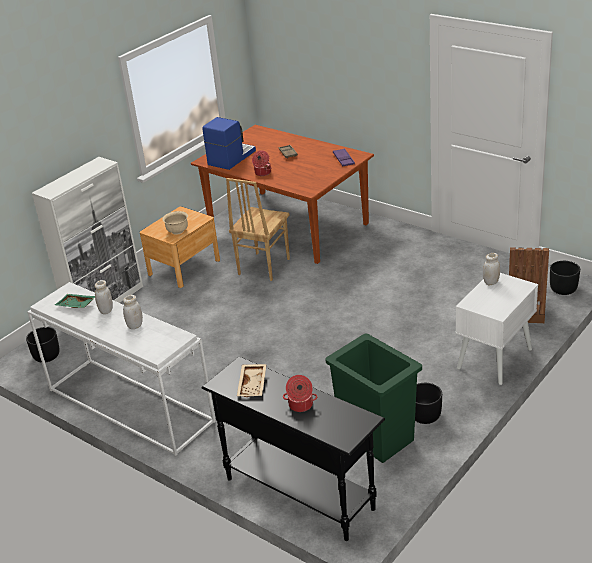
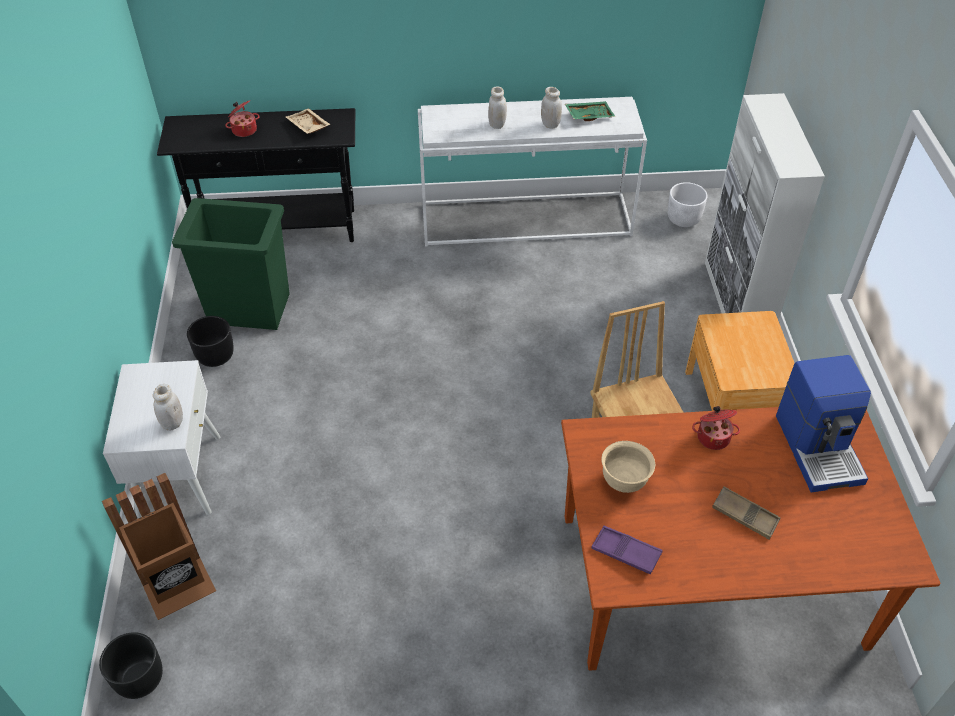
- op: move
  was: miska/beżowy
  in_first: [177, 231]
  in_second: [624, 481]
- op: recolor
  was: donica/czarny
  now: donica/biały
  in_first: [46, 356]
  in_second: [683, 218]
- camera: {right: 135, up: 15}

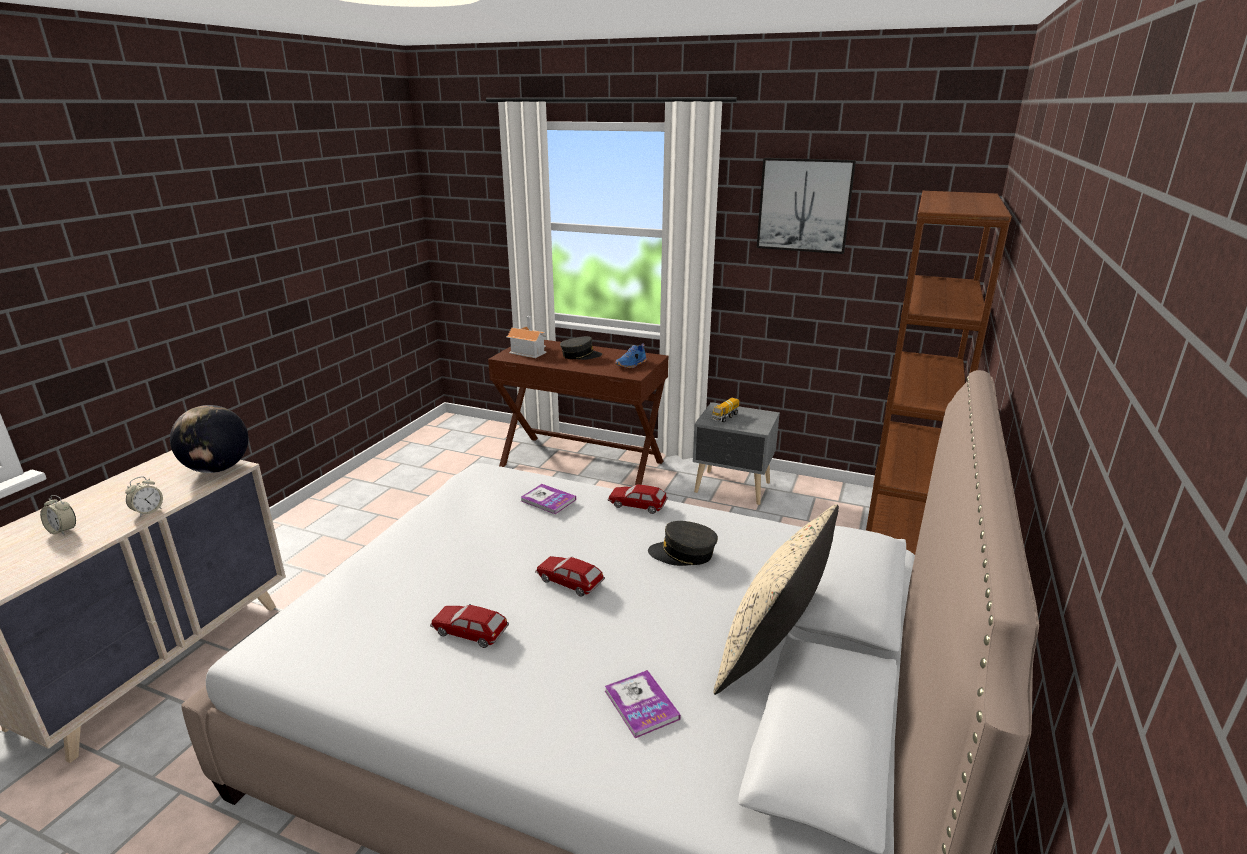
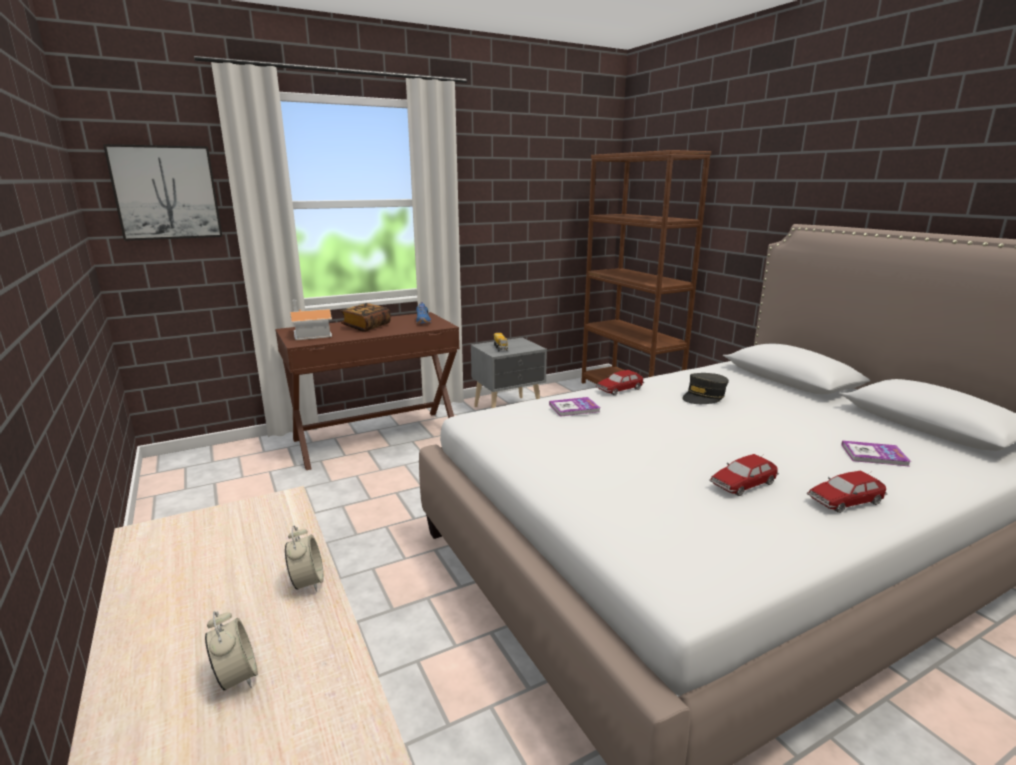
- op: move
  was: obraz
  in_first: [804, 205]
  in_second: [166, 193]
- op: rotate
  was: budzik
  in_first: [63, 531]
  in_second: [236, 677]
  clockwise: -90
- op: replace
  was: czapka z daszkiem/szary
  now: książka
  in_first: [580, 355]
  in_second: [366, 326]
- op: move
  was: samochodzik
  in_first: [569, 581]
  in_second: [844, 501]
- op: delete
  was: globus
  in_first: [217, 468]
- op: delete
  was: poduszka/beżowy
  in_first: [771, 653]
- camera: {right: -50, up: -5}

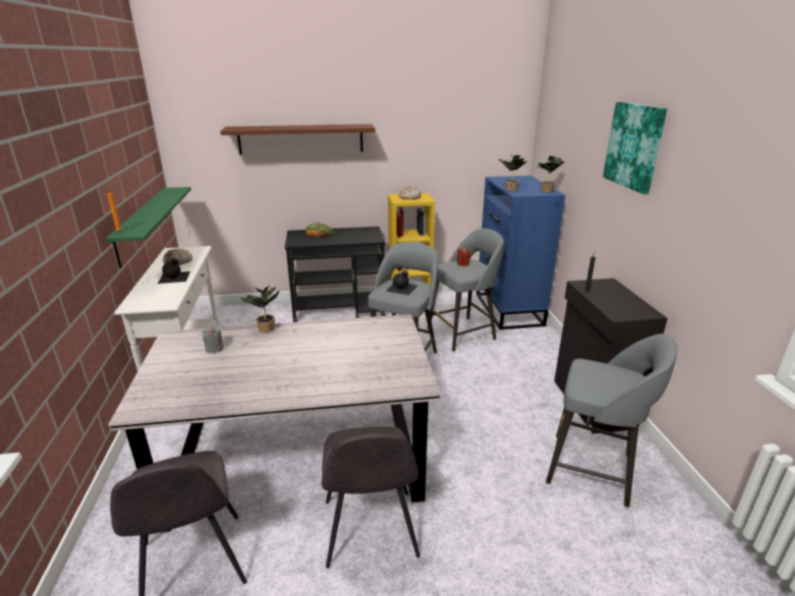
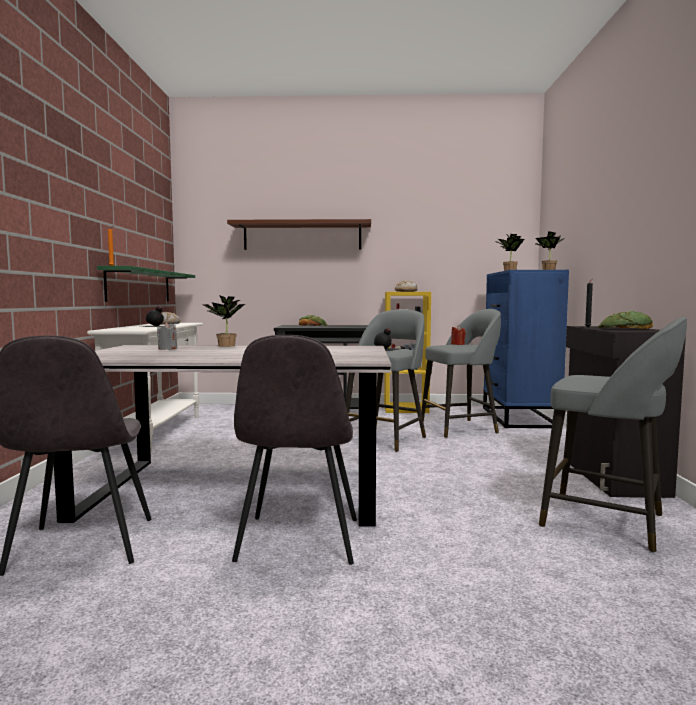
- op: insert
  now: chleb
  in_second: [625, 329]
- op: delete
  was: obraz
  in_first: [634, 146]
- camera: {right: 10, up: -20}

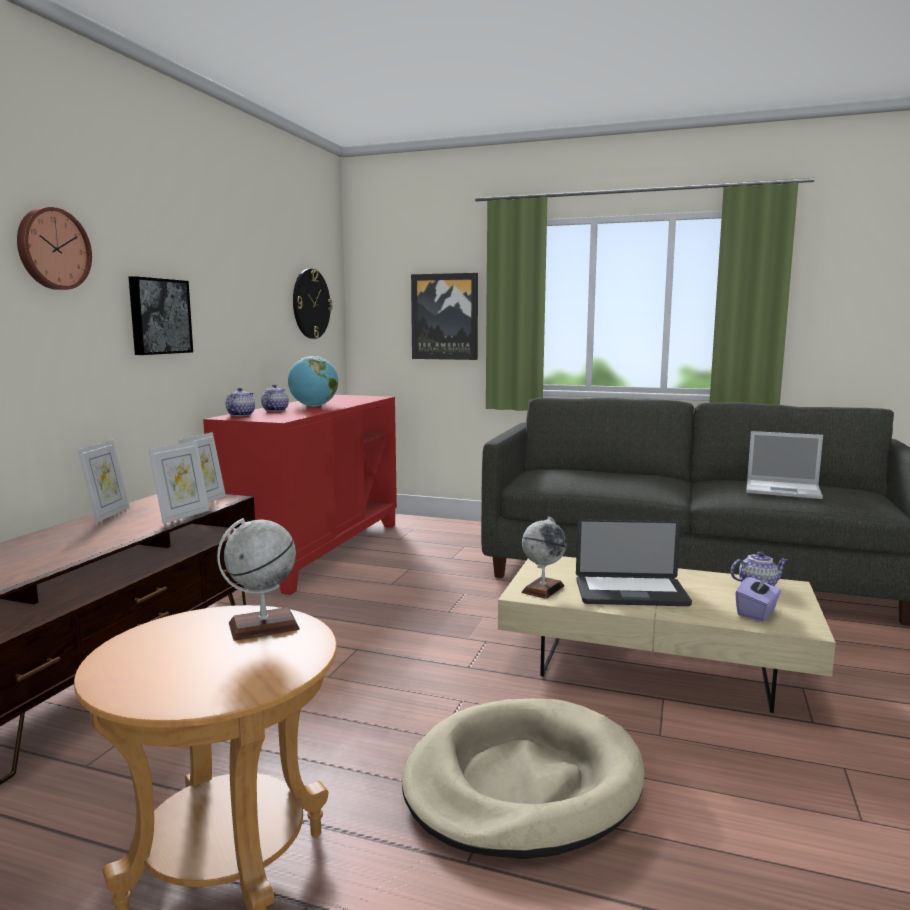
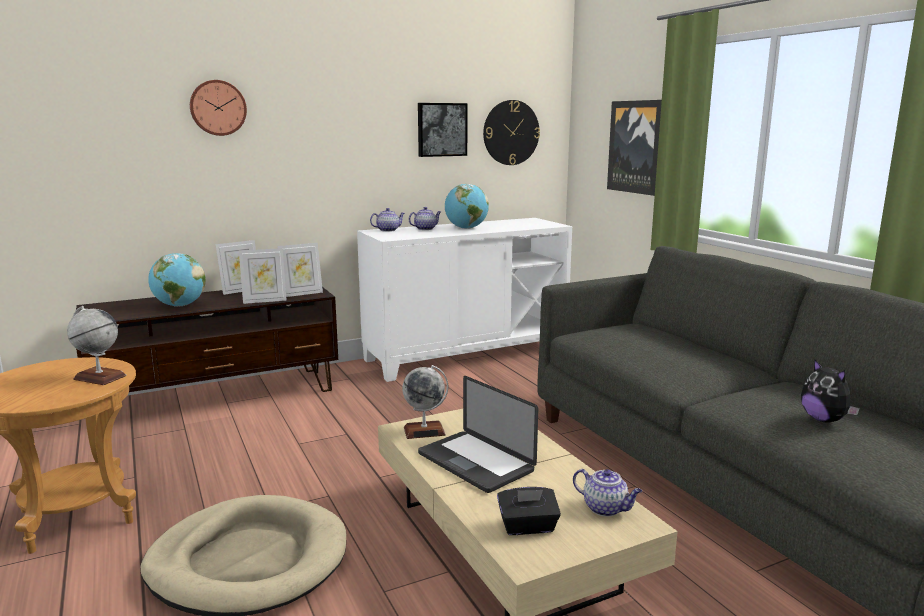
- op: insert
  now: globus
  in_second: [179, 305]
- op: recolor
  was: szafka/czerwony
  now: szafka/biały
  in_first: [316, 551]
  in_second: [466, 355]
- op: move
  was: obraz
  in_first: [159, 316]
  in_second: [441, 129]
- op: recolor
  was: pudełko chusteczek/fioletowy
  now: pudełko chusteczek/czarny
  in_first: [757, 612]
  in_second: [528, 527]
- op: replace
  was: laptop
  now: pluszak
  in_first: [784, 490]
  in_second: [824, 419]
- camera: {right: 45, up: 5}

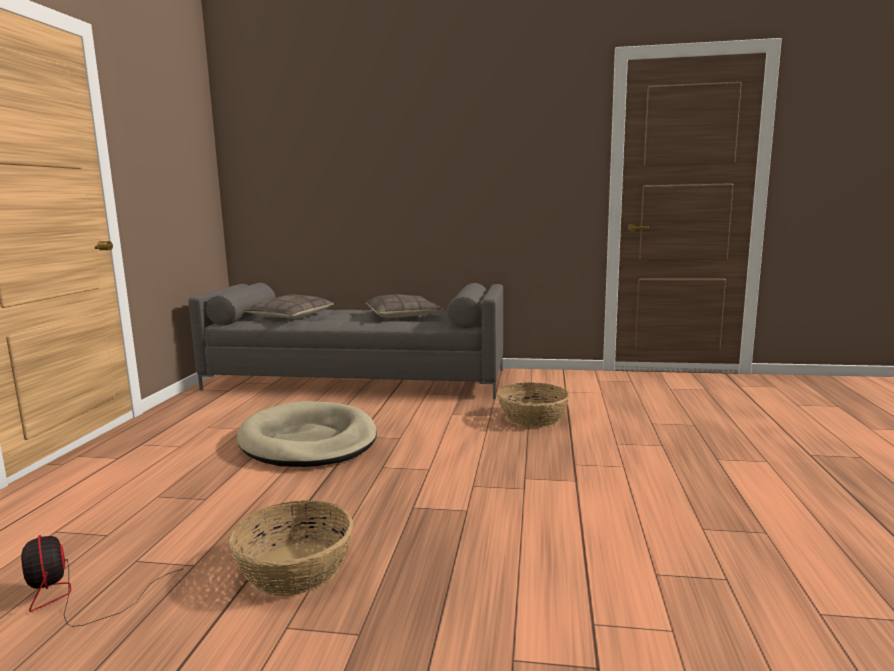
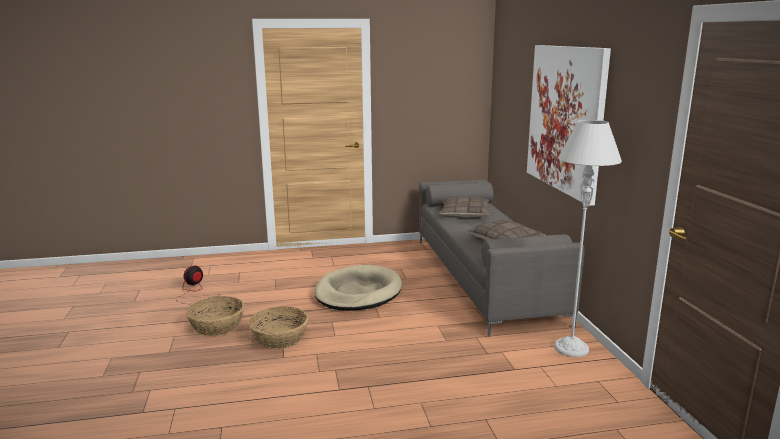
- op: move
  was: koszyk
  in_first: [533, 418]
  in_second: [279, 338]
- op: insert
  now: obraz
  in_second: [565, 119]
- op: insert
  now: lampa stojąca/szary
  in_second: [571, 348]
- camera: {right: 70, up: 5}

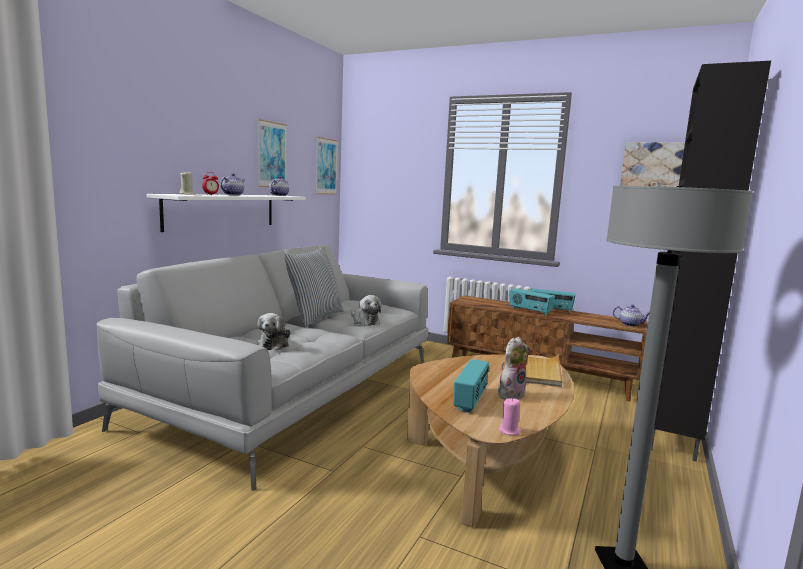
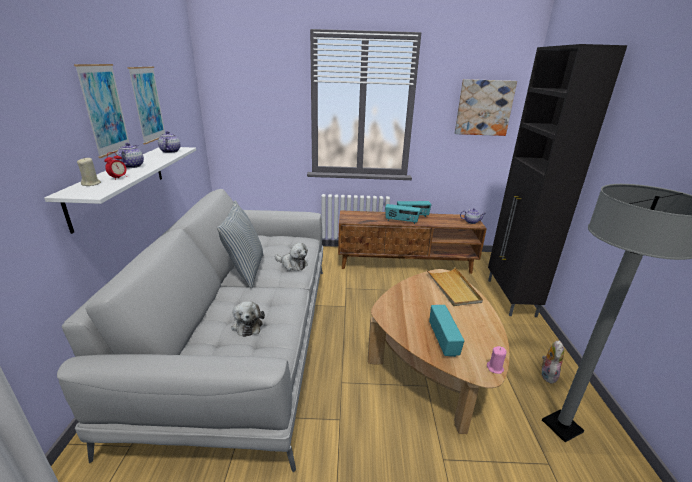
- op: move
  was: obraz
  in_first: [326, 166]
  in_second: [104, 110]
- op: move
  was: pluszak
  in_first: [510, 394]
  in_second: [547, 374]
- camera: {right: -25, up: 15}

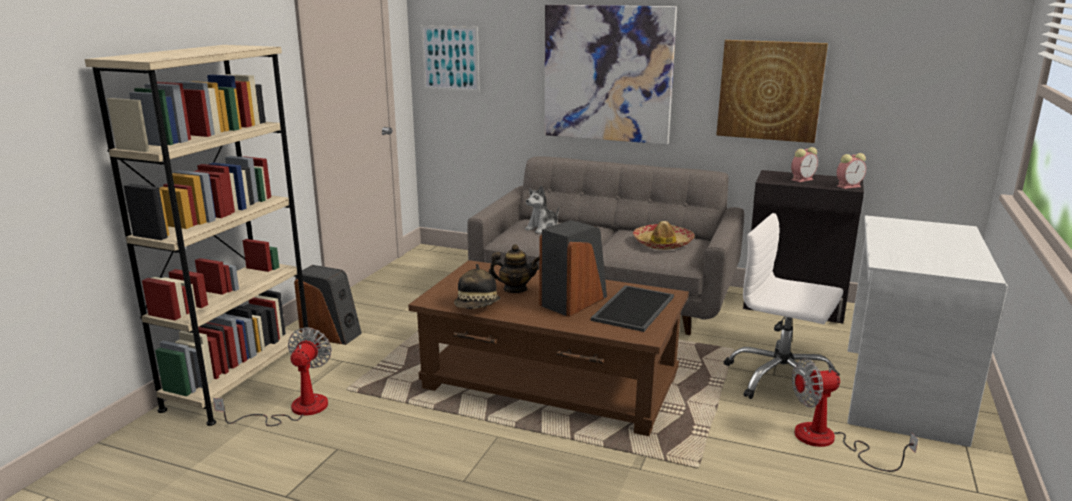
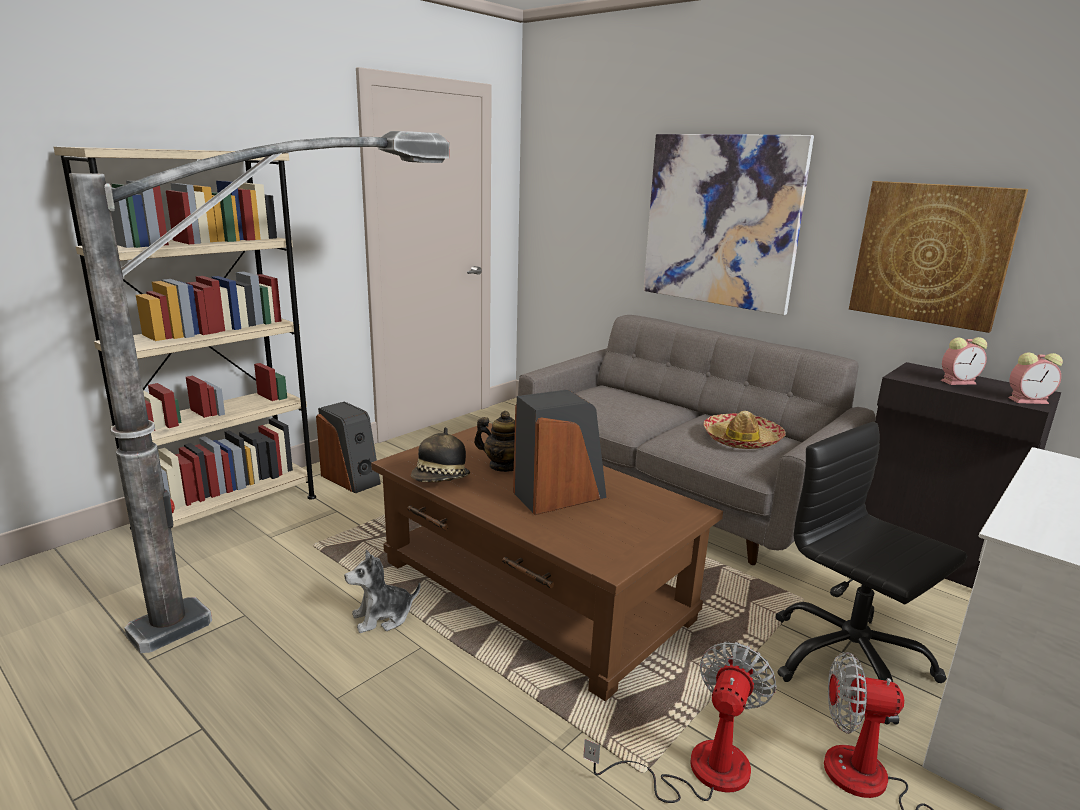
- op: insert
  now: lampa stojąca
  in_second: [319, 560]
- op: move
  was: pluszak
  in_first: [543, 228]
  in_second: [382, 617]
- op: move
  was: wentylator
  in_first: [295, 409]
  in_second: [698, 770]
- op: recolor
  was: krzesło biurowe/biały
  now: krzesło biurowe/czarny
  in_first: [780, 379]
  in_second: [848, 661]
- op: delete
  was: obraz
  in_first: [450, 58]
- op: delete
  was: taca
  in_first: [632, 307]
- camera: {right: 20, up: 0}

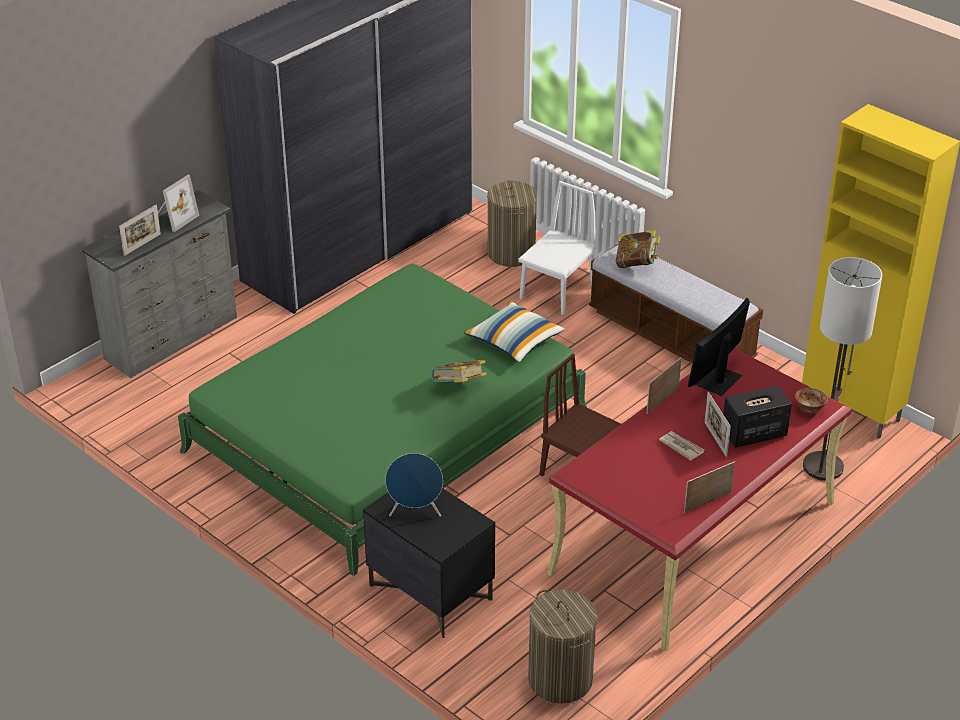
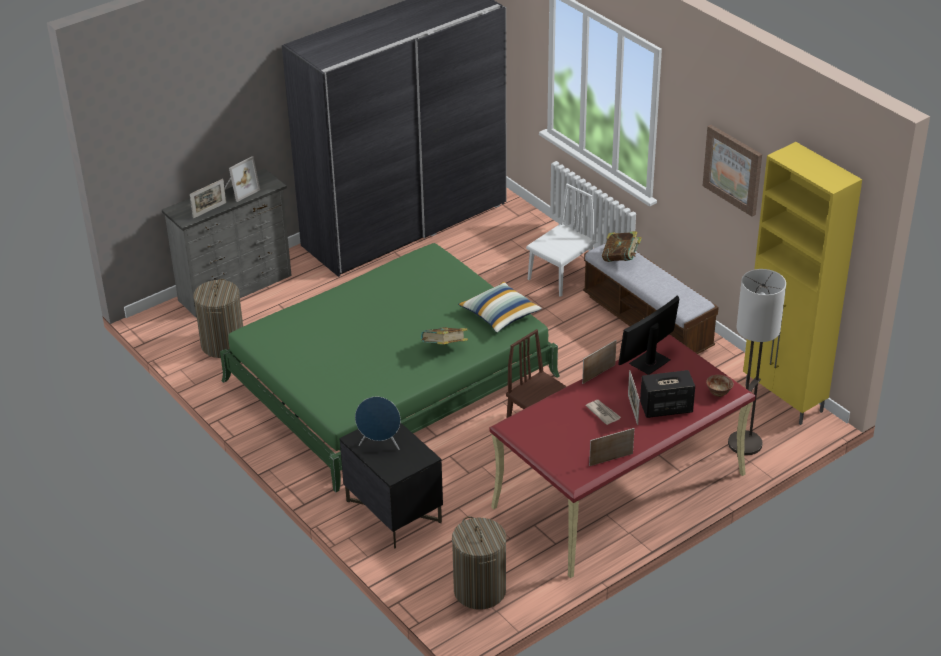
- op: move
  was: kosz na pranie
  in_first: [511, 253]
  in_second: [223, 344]
- op: insert
  now: obraz
  in_second: [733, 169]
- camera: {right: 10, up: 0}

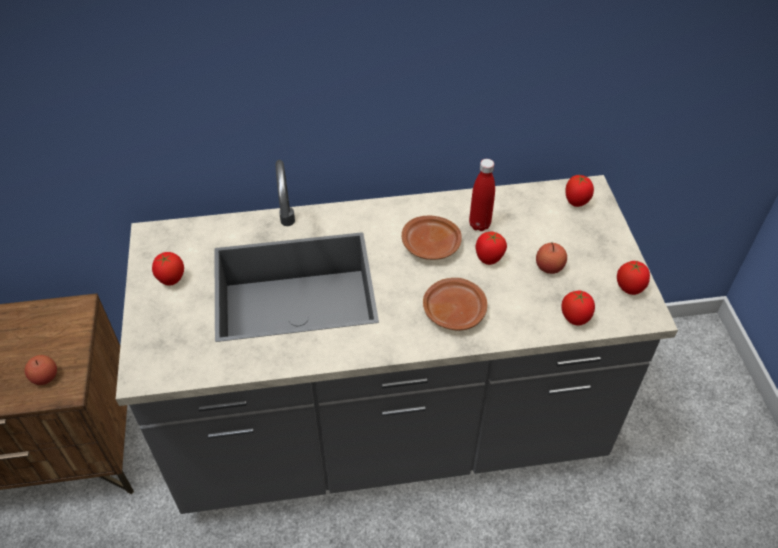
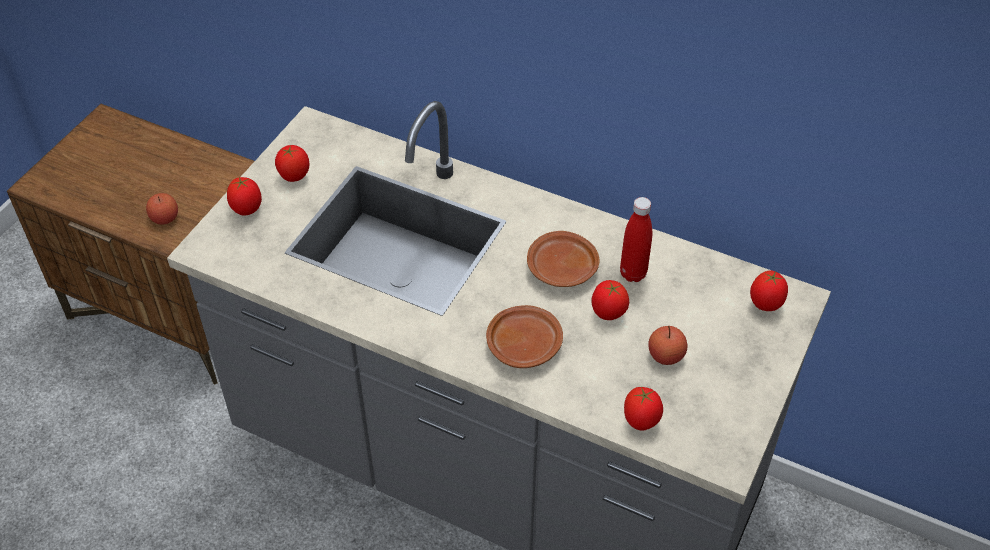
- op: move
  was: pomidor
  in_first: [629, 289]
  in_second: [247, 210]
- camera: {right: 35, up: 0}

